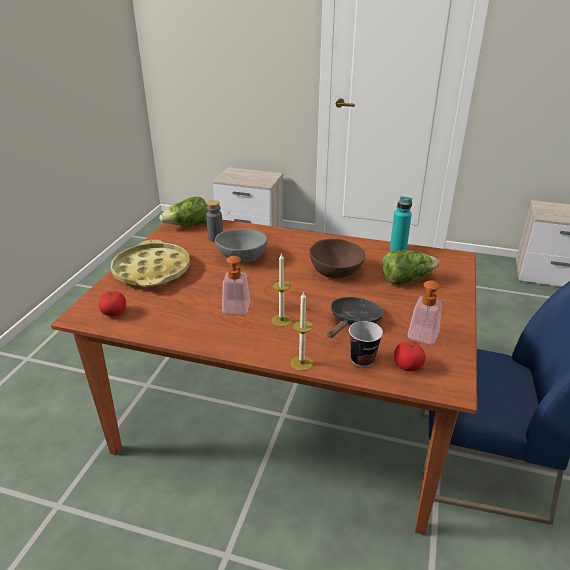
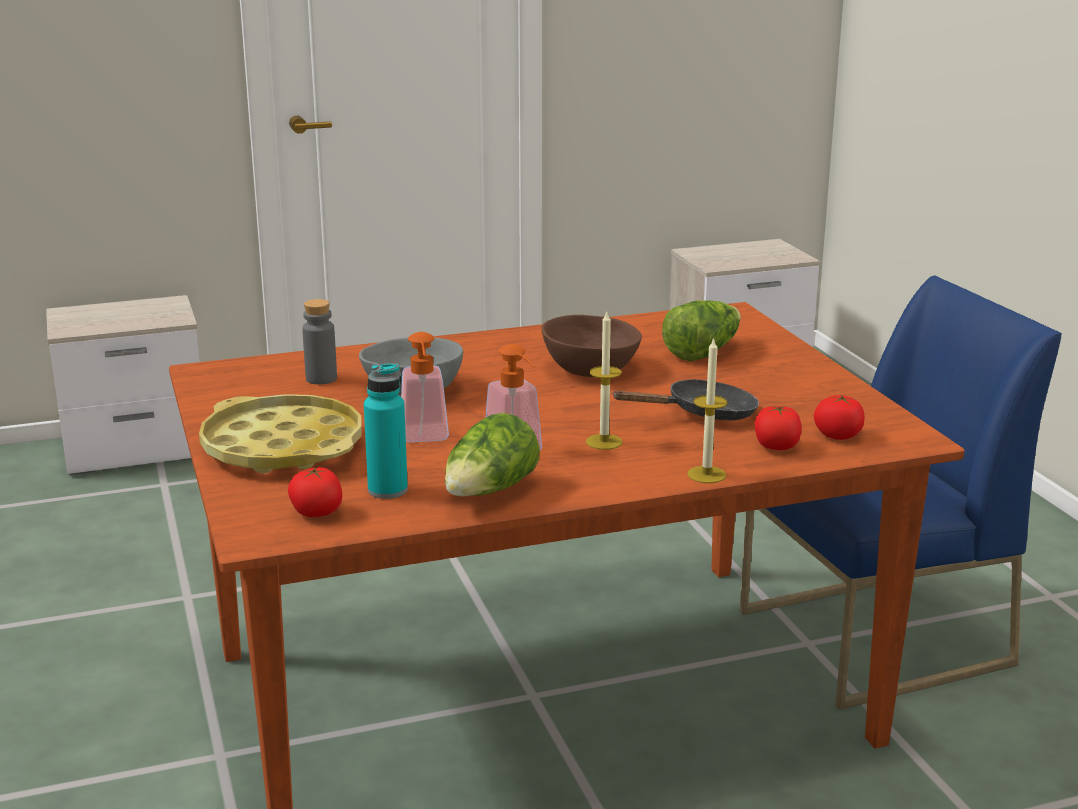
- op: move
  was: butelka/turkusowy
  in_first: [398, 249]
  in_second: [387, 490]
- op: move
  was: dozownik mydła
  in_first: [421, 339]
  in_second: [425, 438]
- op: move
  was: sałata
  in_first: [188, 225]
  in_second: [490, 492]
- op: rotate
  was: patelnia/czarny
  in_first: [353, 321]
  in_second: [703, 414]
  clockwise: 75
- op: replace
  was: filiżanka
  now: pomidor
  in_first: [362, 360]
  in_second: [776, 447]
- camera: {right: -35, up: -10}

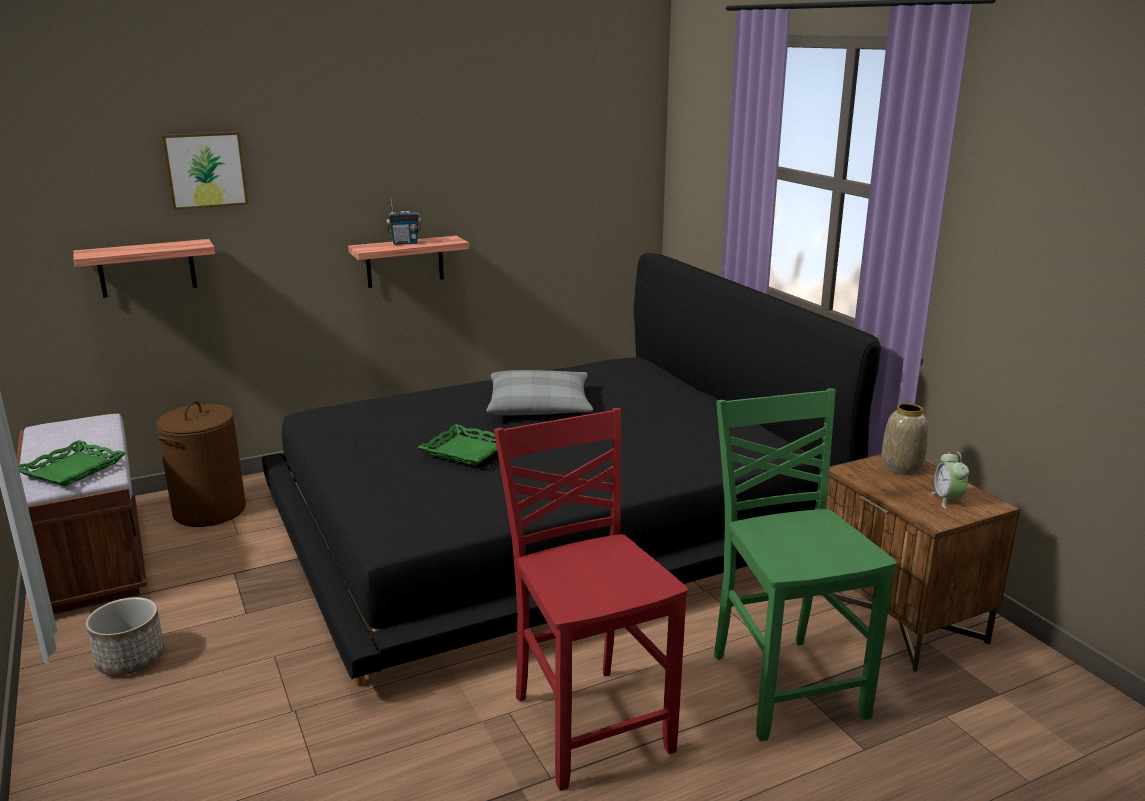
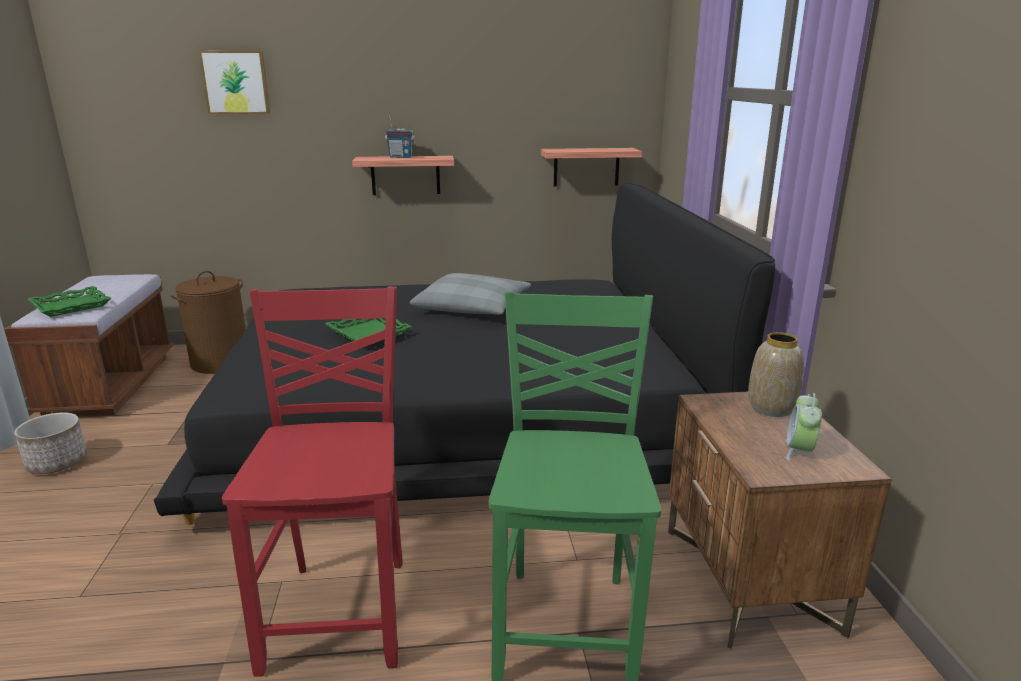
- op: move
  was: półka
  in_first: [147, 268]
  in_second: [586, 167]
- camera: {right: 20, up: 0}

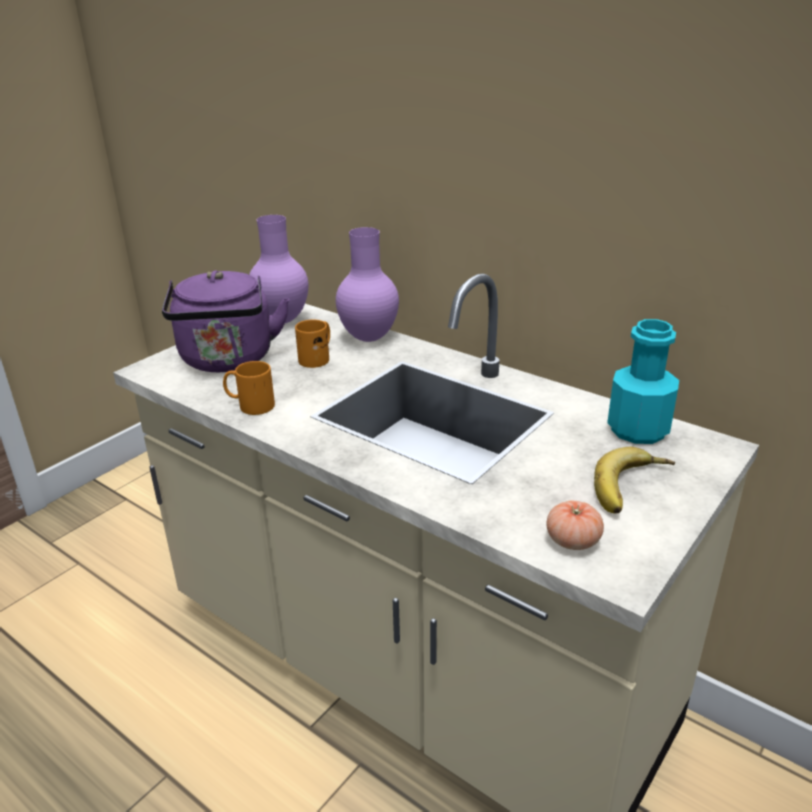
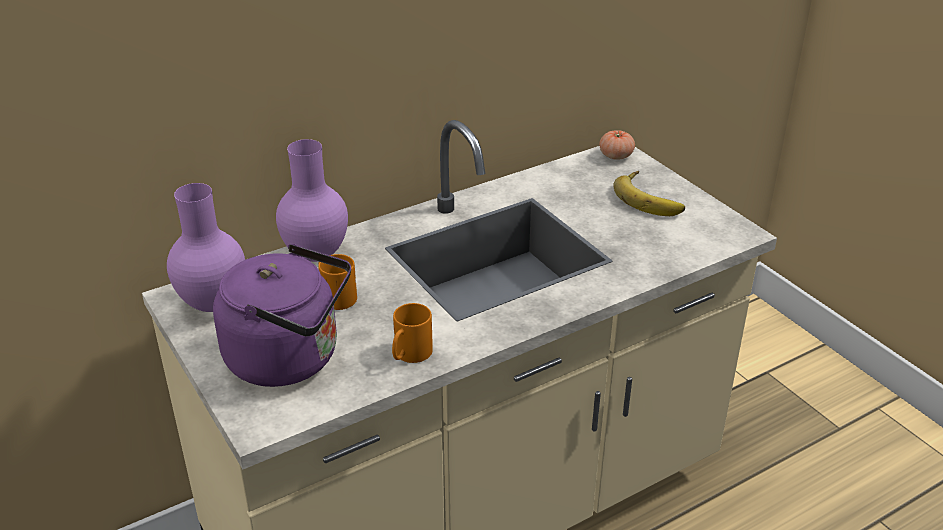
- op: move
  was: pomidor
  in_first: [573, 540]
  in_second: [616, 156]
- op: delete
  was: butelka/turkusowy
  in_first: [638, 429]
- camera: {right: -70, up: 5}

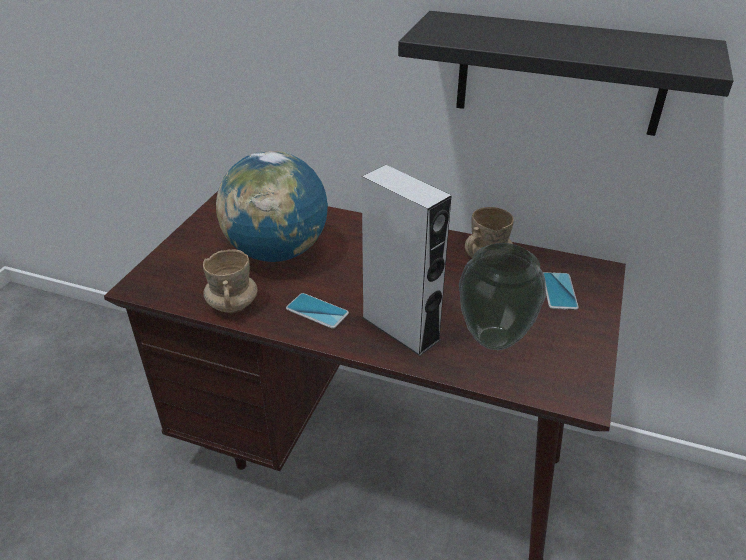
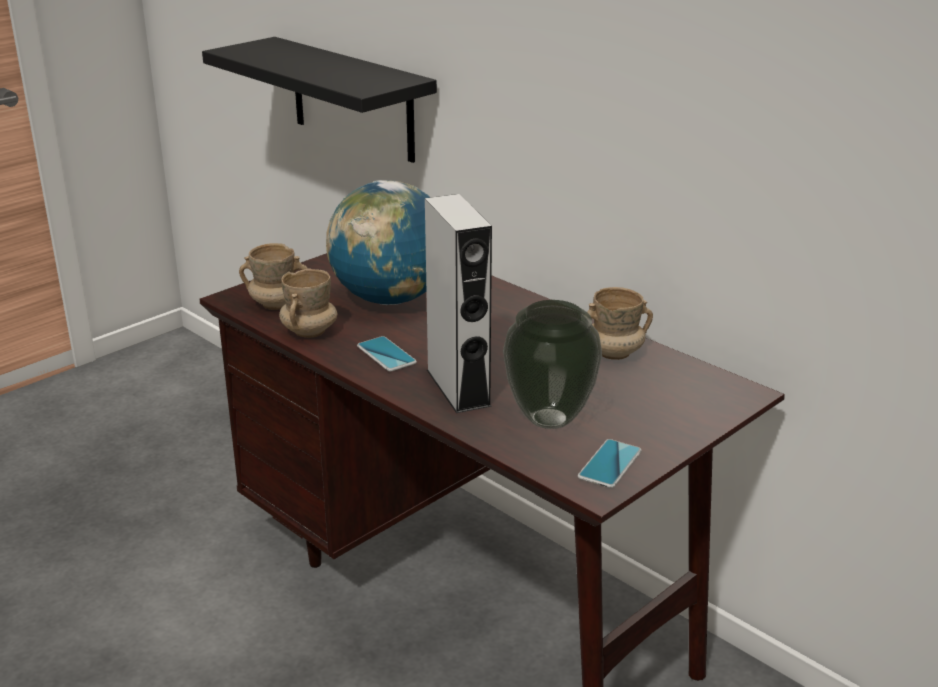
- op: move
  was: półka/czarny
  in_first: [560, 74]
  in_second: [352, 99]
- op: insert
  now: kubek/beżowy
  in_second: [277, 304]
- op: move
  was: telefon
  in_first: [559, 291]
  in_second: [610, 464]
- camera: {right: 25, up: -10}

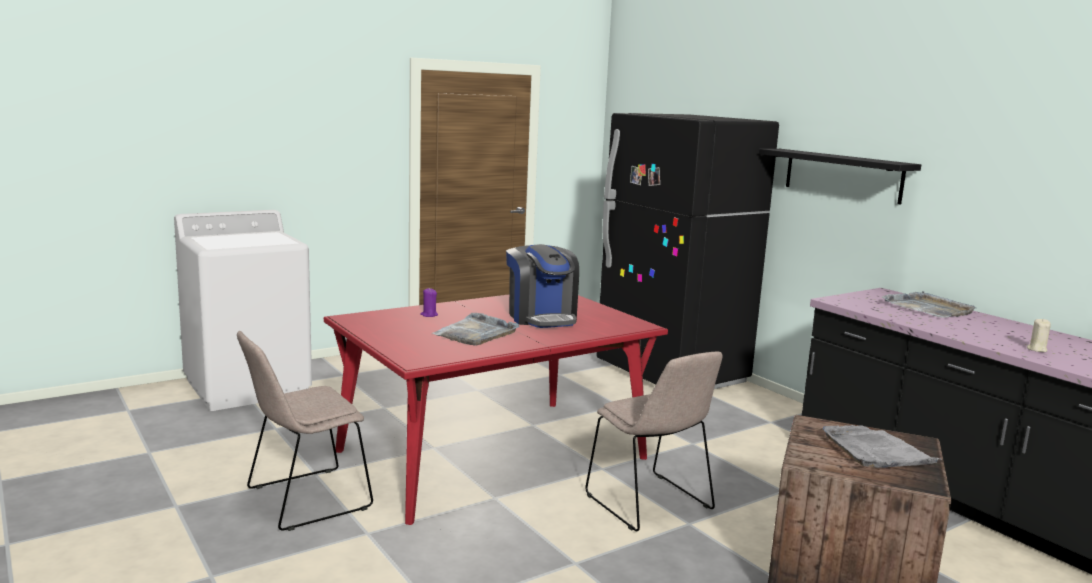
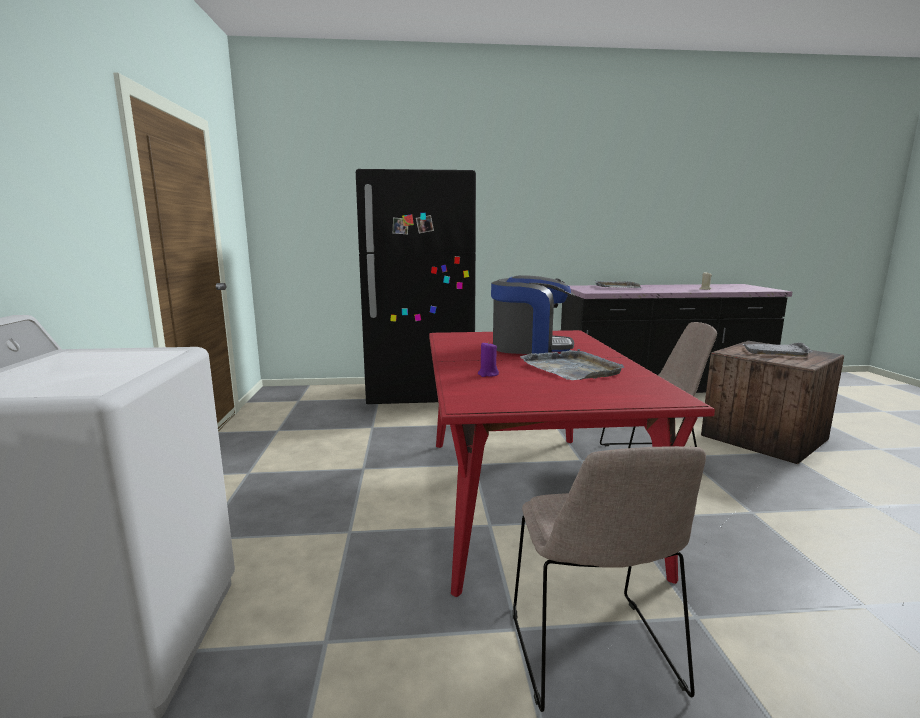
- op: delete
  was: półka/czarny
  in_first: [842, 175]
- camera: {right: -60, up: 0}

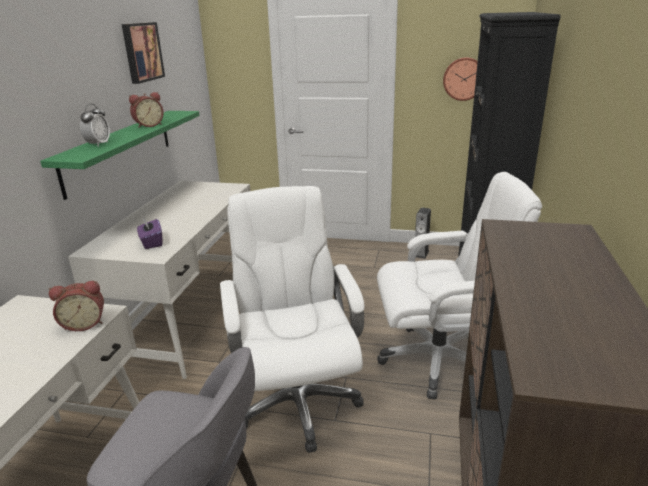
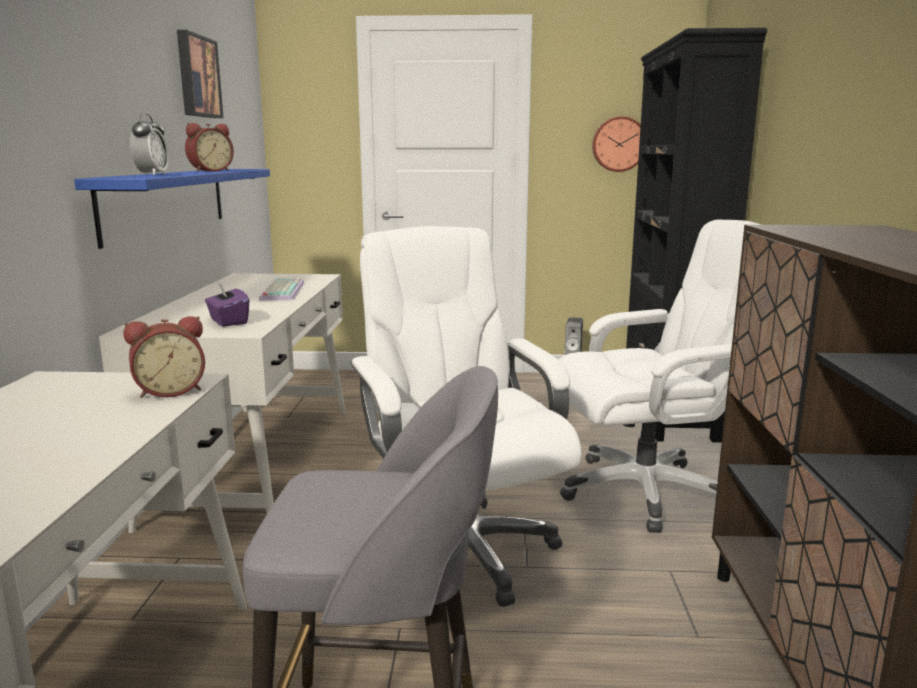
- op: recolor
  was: półka/zielony
  now: półka/niebieski
  in_first: [120, 150]
  in_second: [167, 202]
- op: insert
  now: klawiatura
  in_second: [281, 291]
- camera: {right: -10, up: -10}

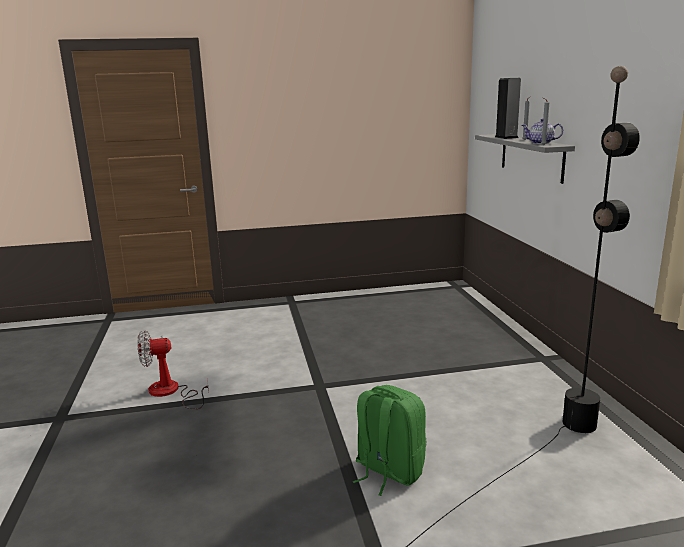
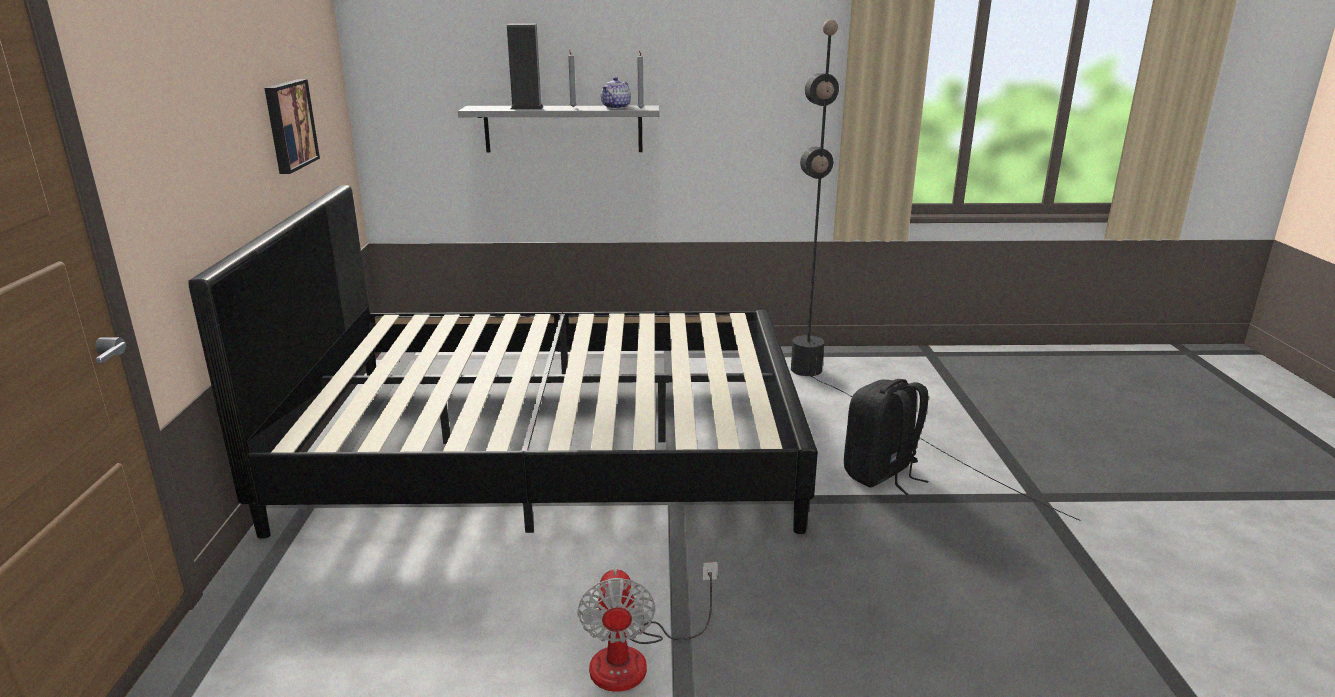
- op: insert
  now: łóżko/czarny
  in_second: [550, 443]
- op: insert
  now: obraz
  in_second: [288, 125]
- op: recolor
  was: plecak/zielony
  now: plecak/czarny
  in_first: [388, 471]
  in_second: [881, 474]
- camera: {right: -80, up: 5}

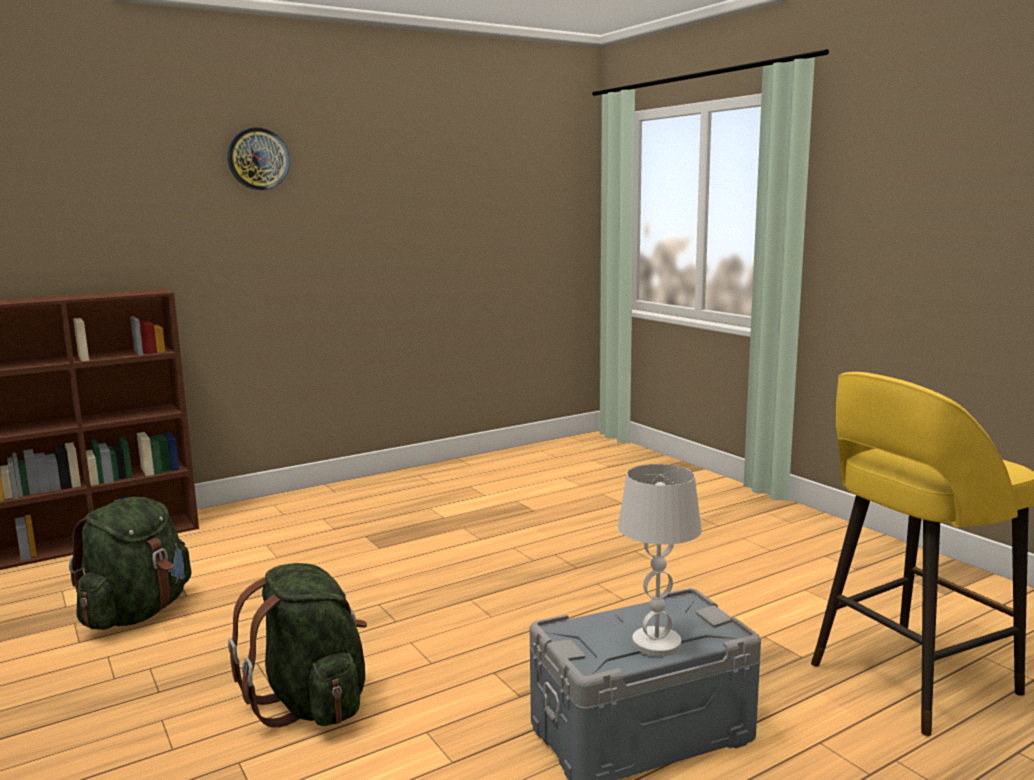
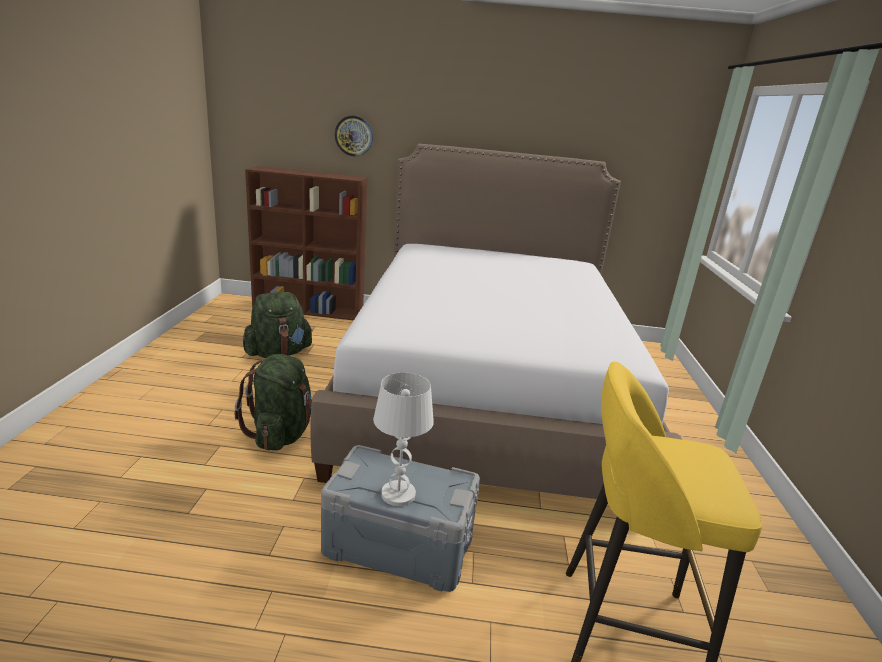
- op: insert
  now: łóżko
  in_second: [486, 389]
- op: move
  was: zegar ścienny
  in_first: [258, 159]
  in_second: [354, 136]
- camera: {right: 35, up: 10}

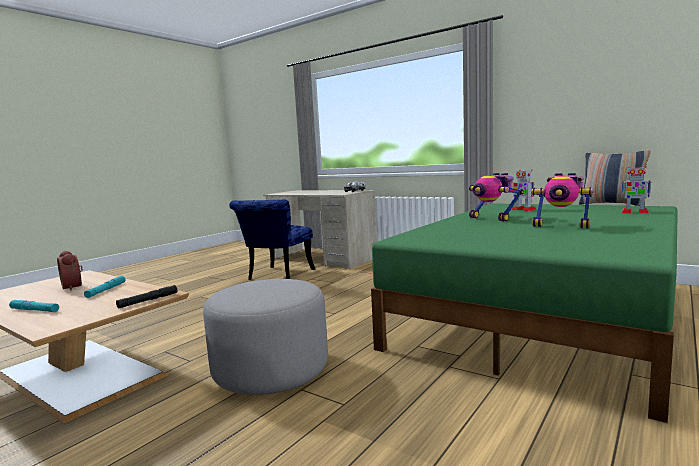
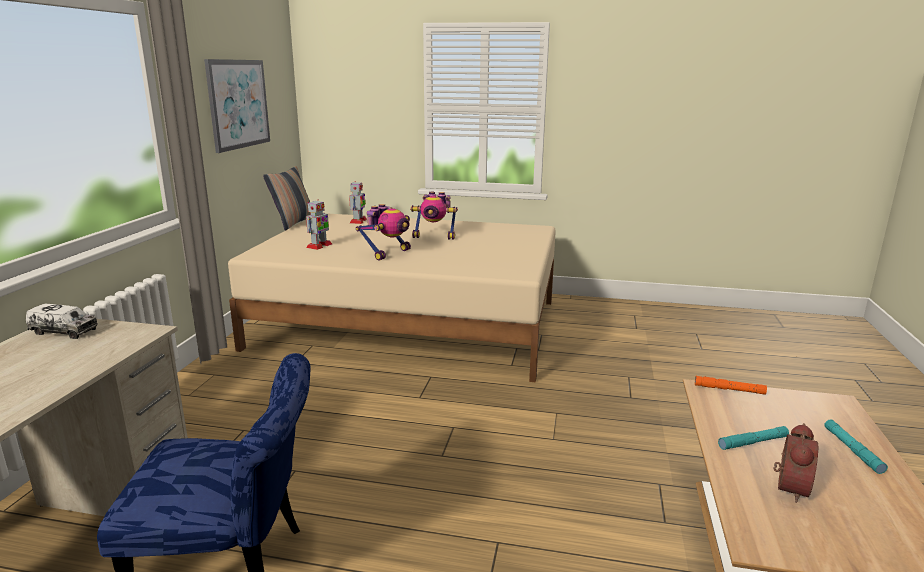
- op: insert
  now: obraz
  in_second: [238, 104]
- op: recolor
  was: łóżko/zielony
  now: łóżko/beżowy
  in_first: [543, 316]
  in_second: [409, 323]
- op: rotate
  was: robot zabawkowy
  in_first: [561, 226]
  in_second: [434, 237]
  clockwise: 90
- op: recolor
  was: latarka/czarny
  now: latarka/pomarańczowy
  in_first: [148, 300]
  in_second: [729, 389]
- op: delete
  was: pufa/szary
  in_first: [271, 369]
- camera: {right: -115, up: 10}

